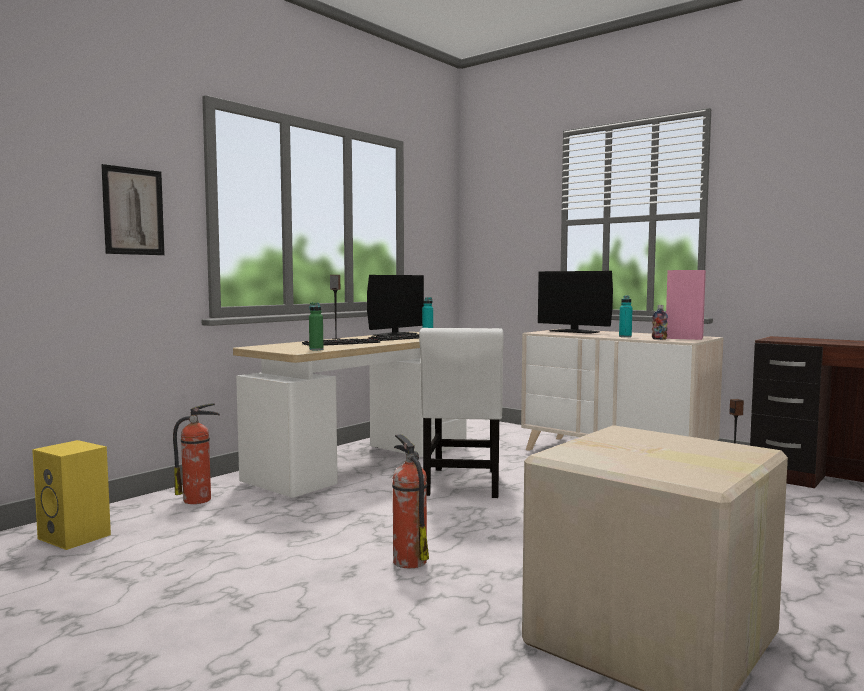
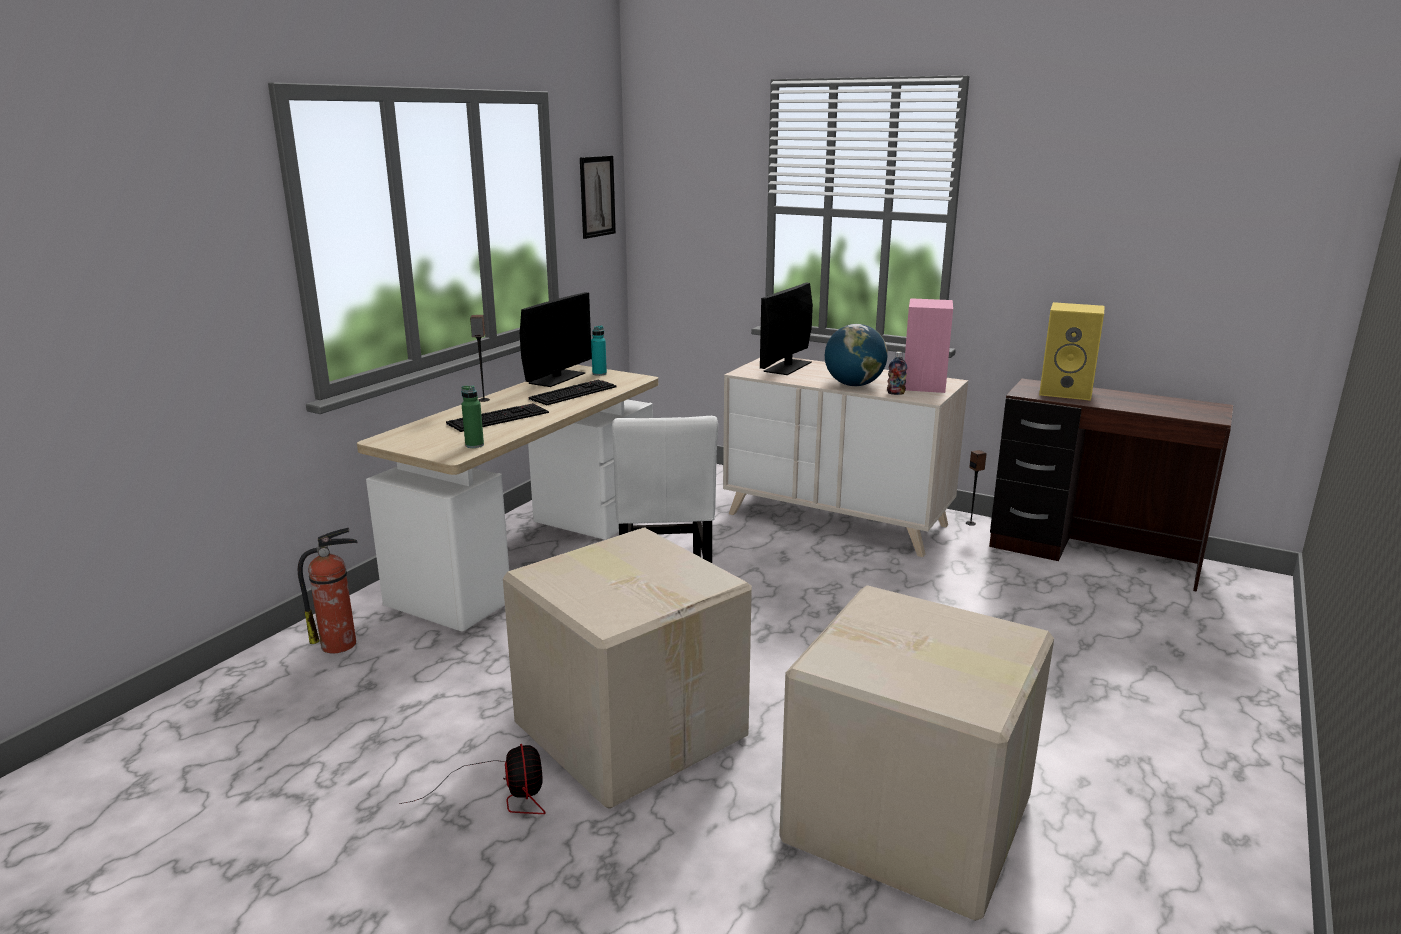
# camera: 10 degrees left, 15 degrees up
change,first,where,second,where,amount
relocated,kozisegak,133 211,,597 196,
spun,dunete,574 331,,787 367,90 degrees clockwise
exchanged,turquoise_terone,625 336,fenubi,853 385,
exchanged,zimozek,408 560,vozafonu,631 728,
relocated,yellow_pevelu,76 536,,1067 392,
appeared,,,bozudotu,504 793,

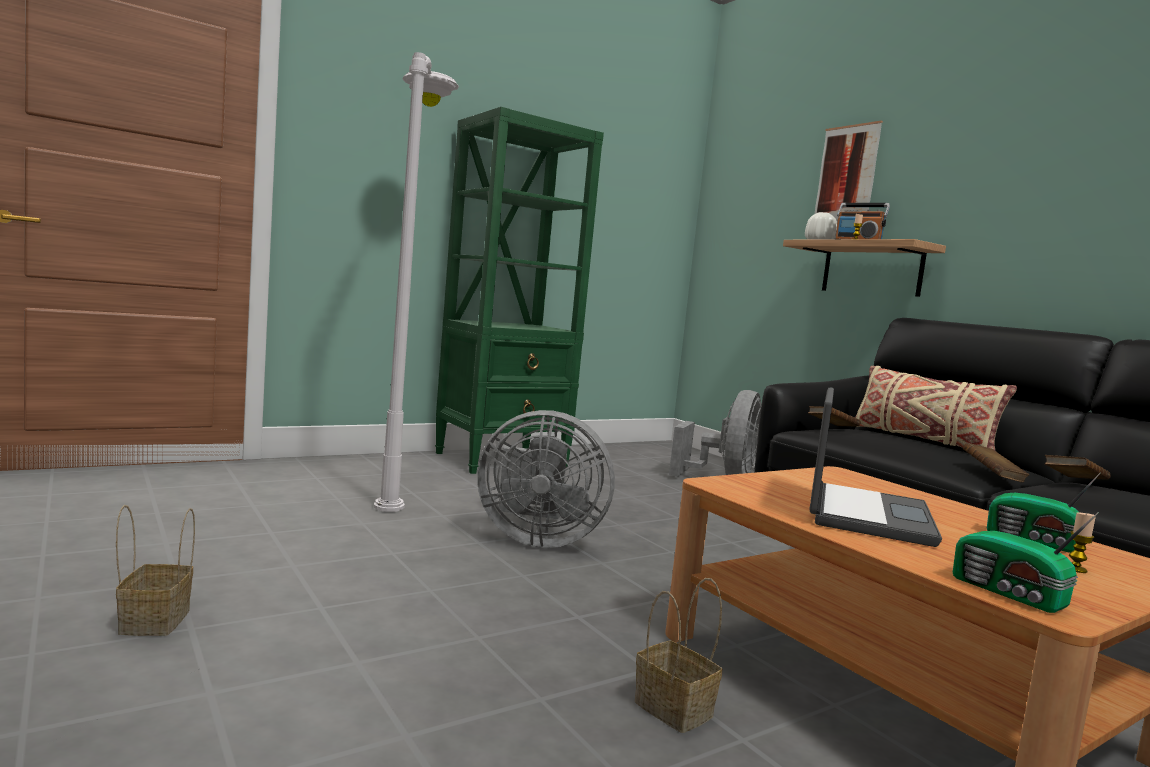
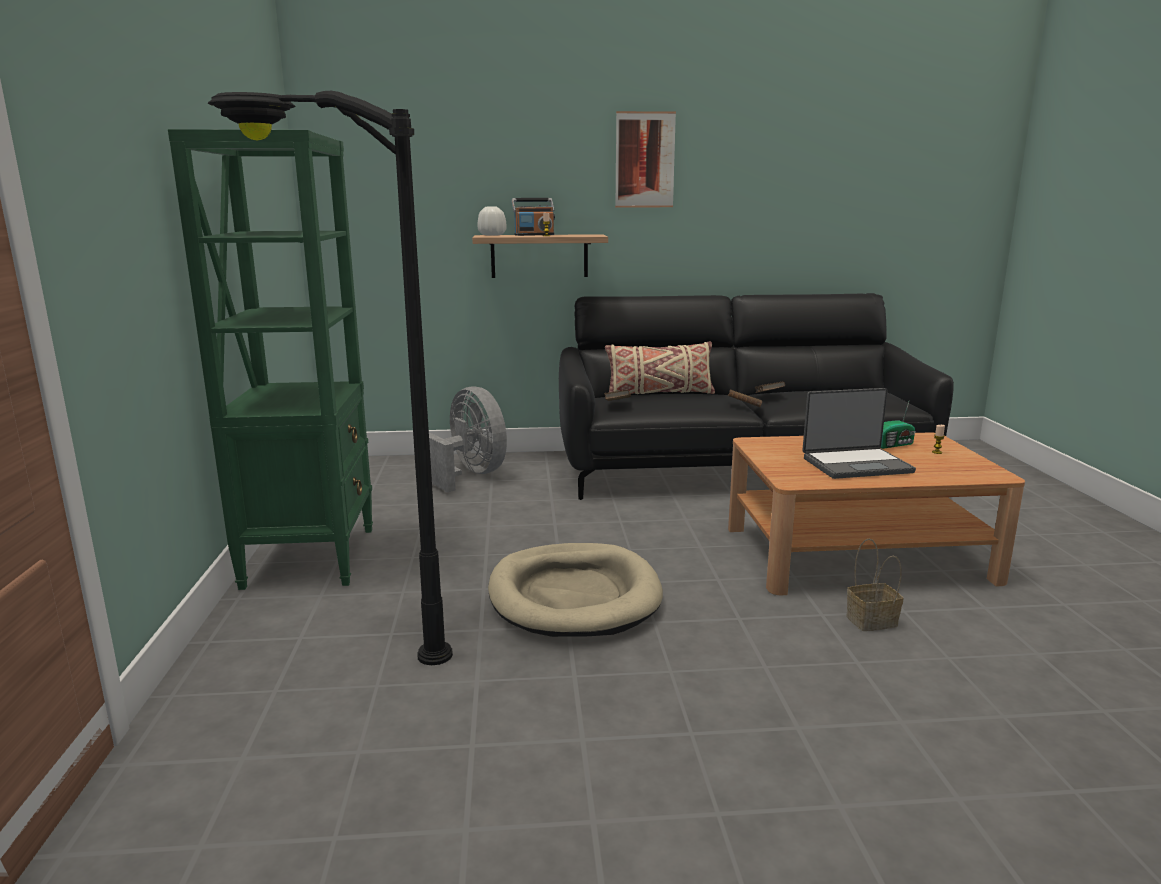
# camera: 60 degrees left, 10 degrees up
change,first,where,second,where,amount
colour,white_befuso,400 482,black_befuso,345 634,
relocated,kozisegak,846 175,,645 160,
spun,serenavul,865 515,,856 464,120 degrees clockwise
exchanged,grey_bozudotu,537 539,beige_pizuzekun,574 596,
missing,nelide,154 620,,,
missing,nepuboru,1010 594,,,

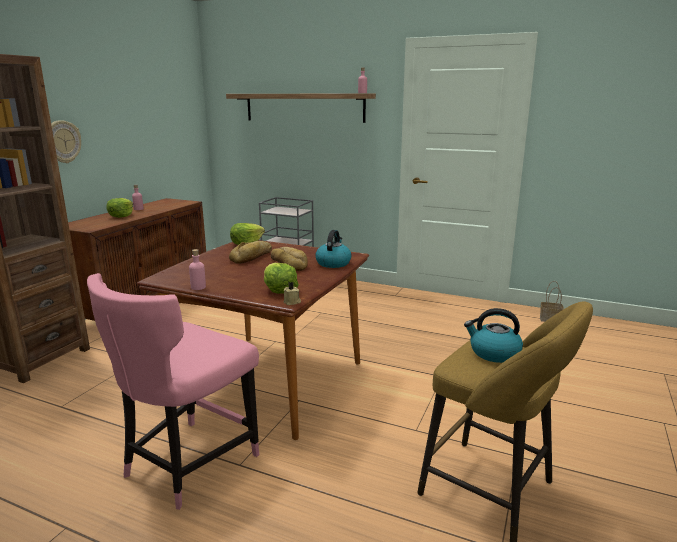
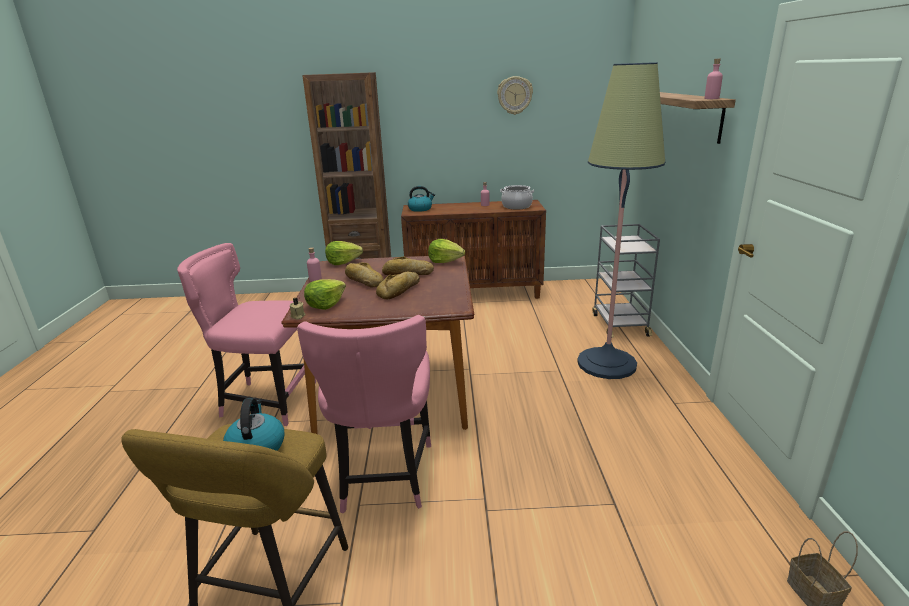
# camera: 65 degrees right, 5 degrees up
change,first,where,second,where,amount
relocated,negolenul,62 142,,514 95,
relocated,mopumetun,121 216,,343 262,
relocated,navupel,333 263,,420 209,
appeared,,,befuso,606 363,
appeared,,,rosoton,517 206,
appeared,,,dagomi,364 280,
appeared,,,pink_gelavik,383 478,

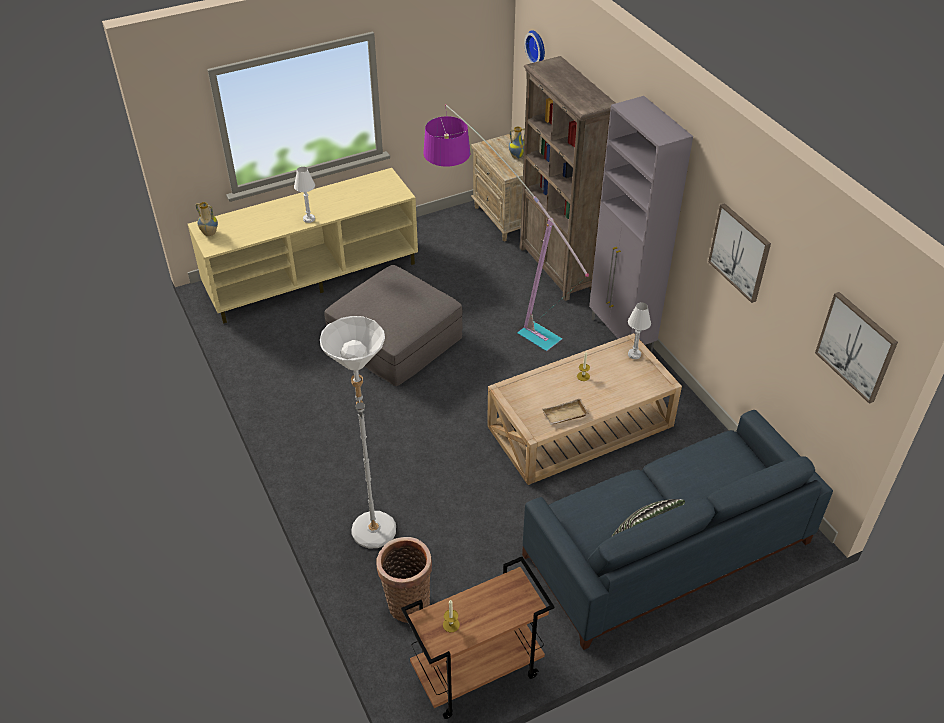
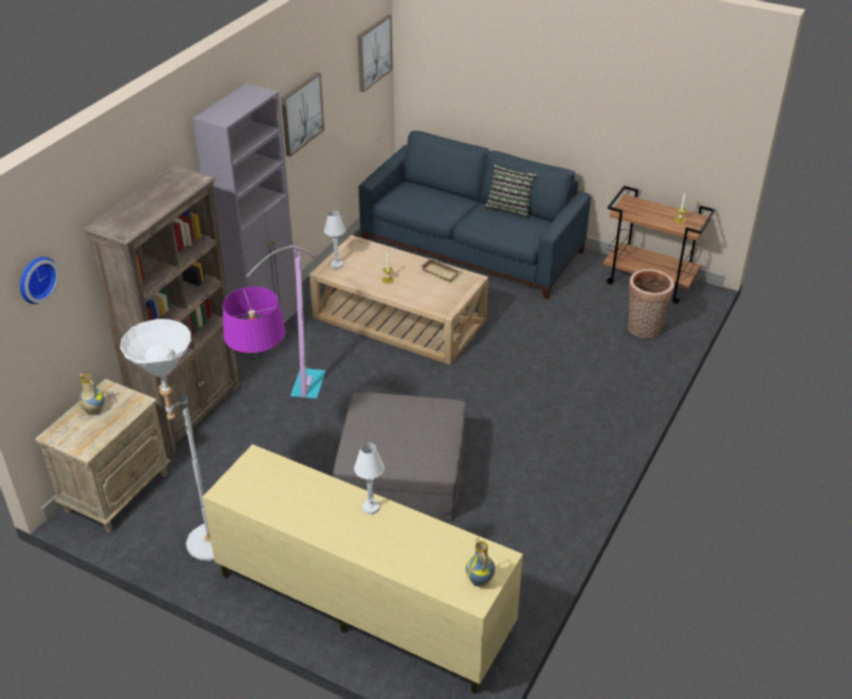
# camera: 125 degrees left, 5 degrees down
change,first,where,second,where,amount
relocated,white_befuso,373 522,,201 548,

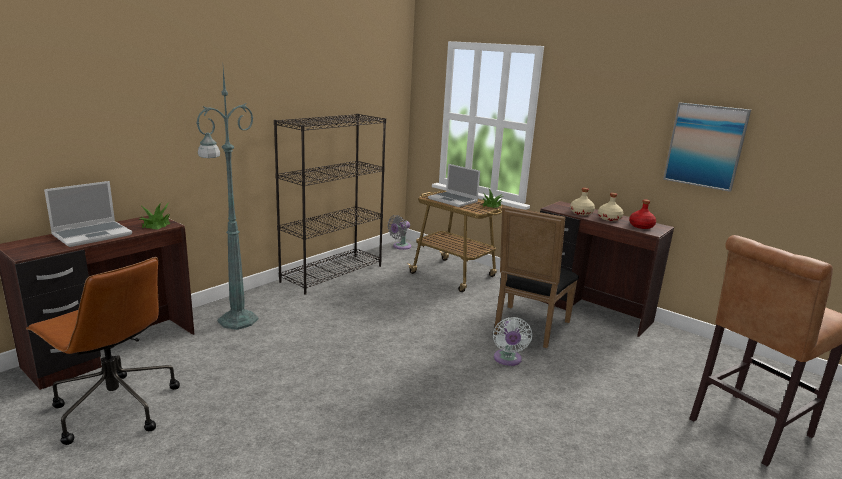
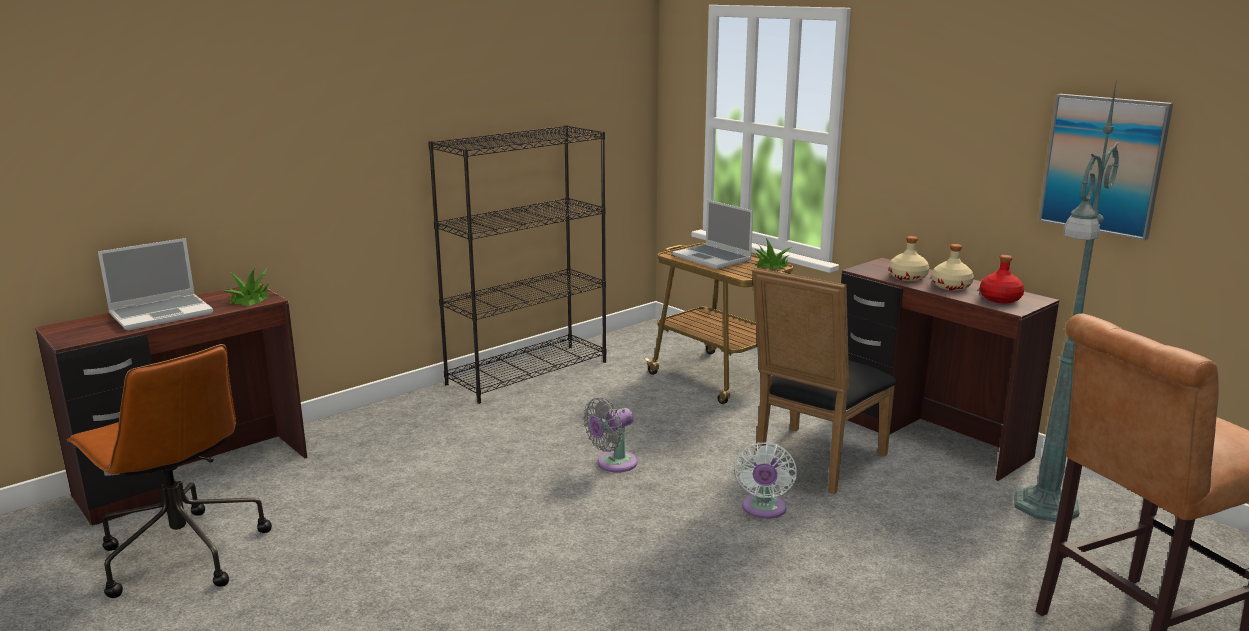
# camera: 10 degrees right, 0 degrees up
change,first,where,second,where,amount
relocated,green_befuso,236 321,,1044 507,
relocated,grey_bozudotu,400 246,,613 464,

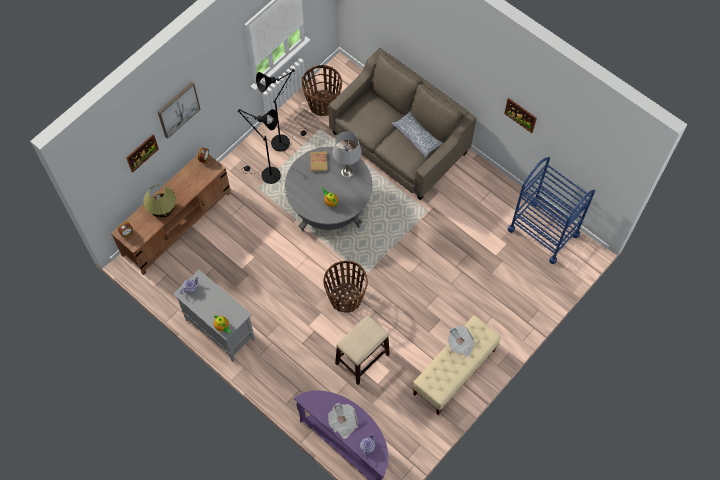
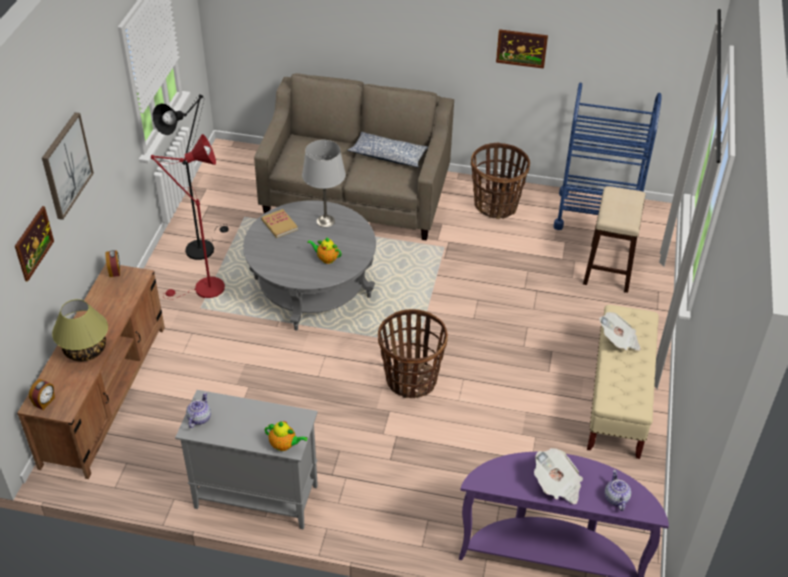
# camera: 30 degrees left, 20 degrees down
change,first,where,second,where,amount
relocated,nelide,323 104,,496 205,
colour,black_befuso,267 175,red_befuso,204 290,
relocated,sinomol,362 359,,609 268,

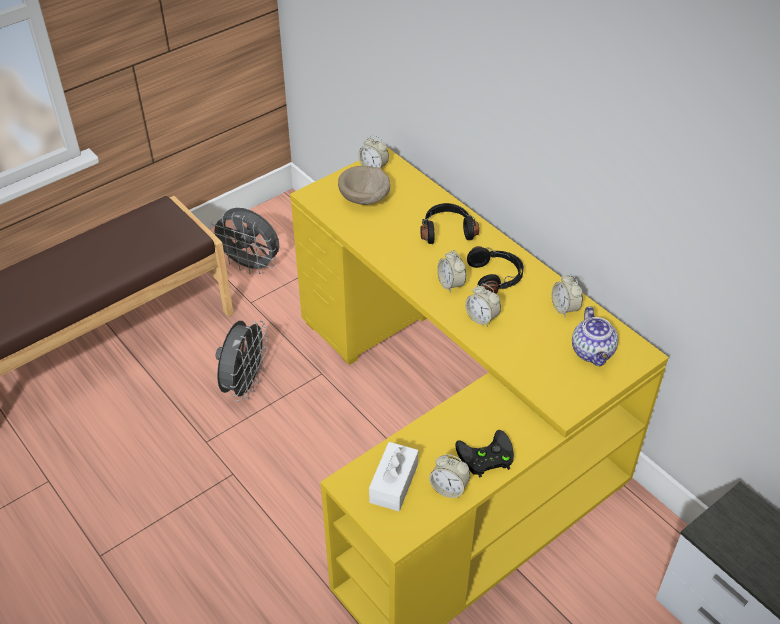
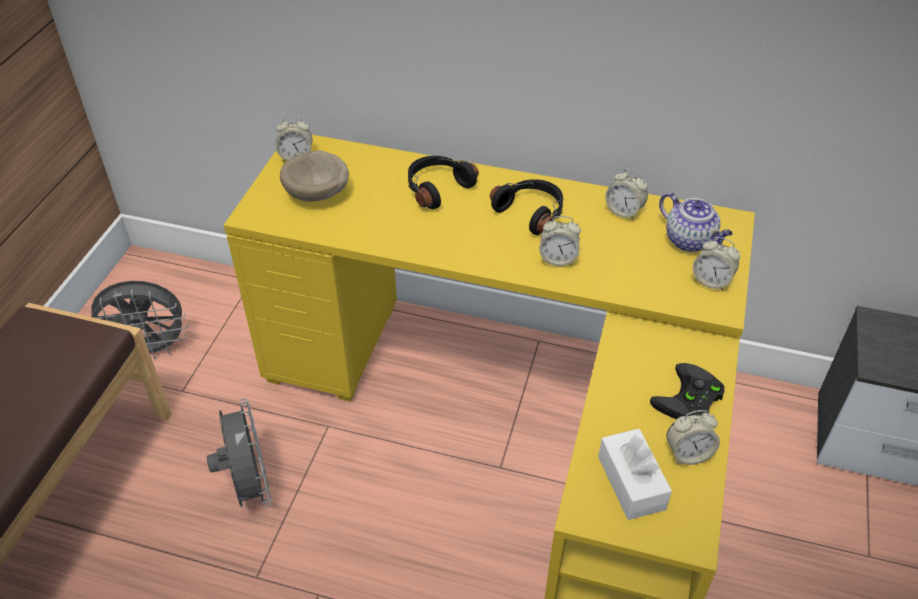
# camera: 35 degrees left, 0 degrees up
change,first,where,second,where,amount
relocated,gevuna,451 284,,711 281,

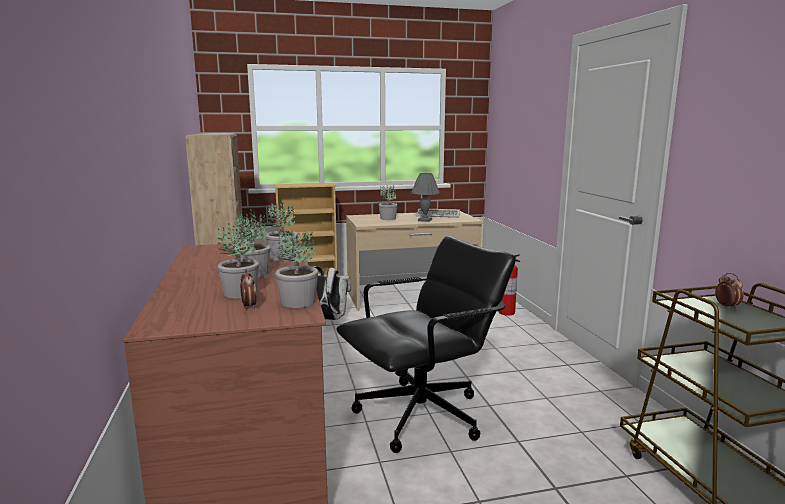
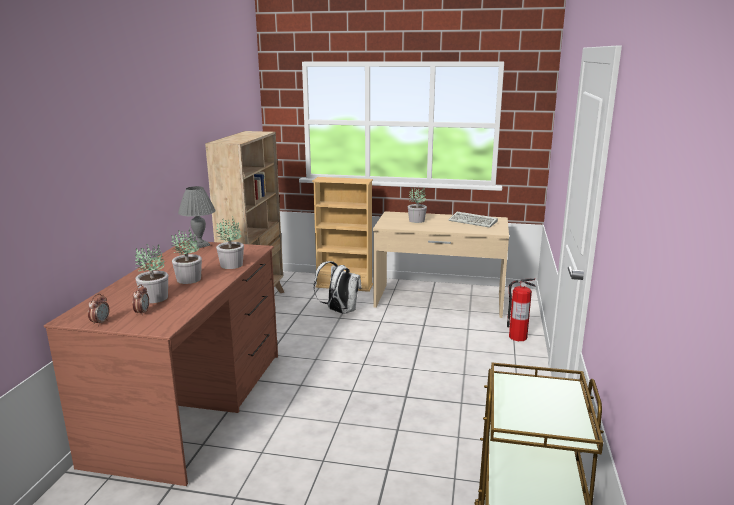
# camera: 25 degrees right, 5 degrees up
change,first,where,second,where,amount
relocated,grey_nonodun,425 220,,200 245,
missing,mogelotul,298 302,,,
missing,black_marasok,422 416,,,
relocated,gevuna,726 306,,100 323,

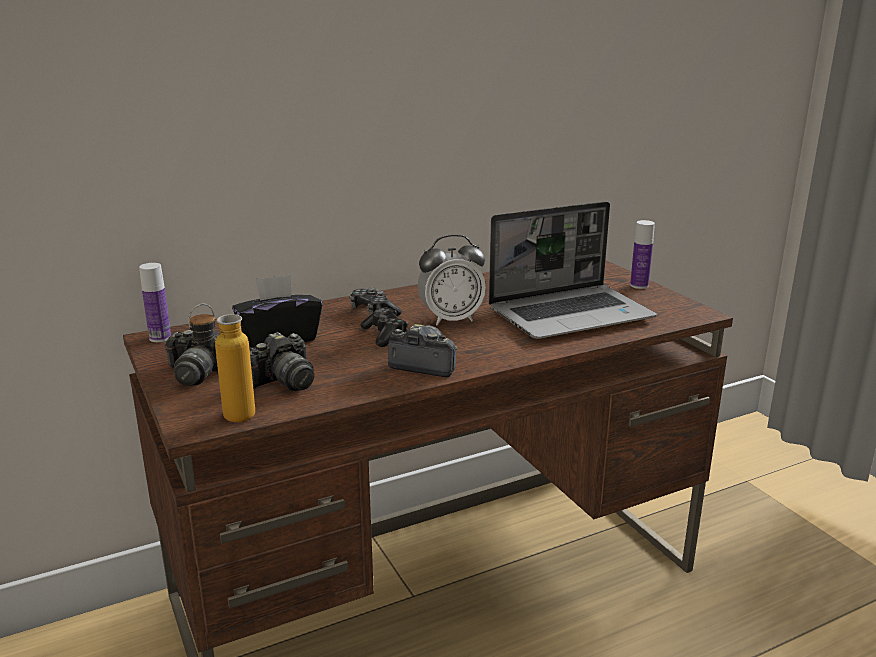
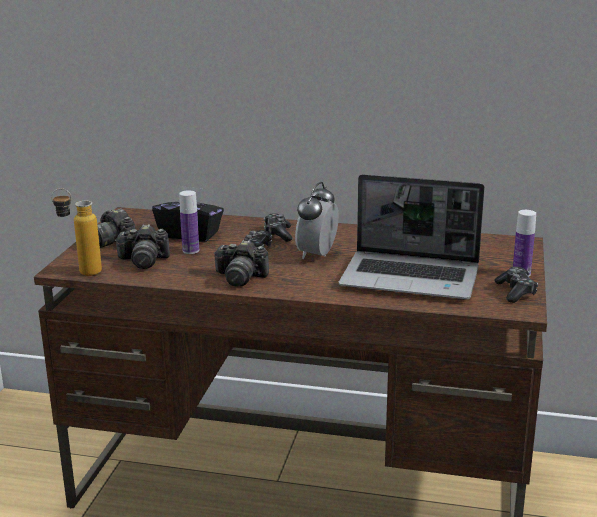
# camera: 40 degrees right, 0 degrees up
change,first,where,second,where,amount
spun,gevuna,451 319,,317 255,90 degrees clockwise
relocated,terone,160 338,,190 250,
spun,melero,424 364,,240 278,135 degrees clockwise
appeared,,,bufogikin,516 292,

